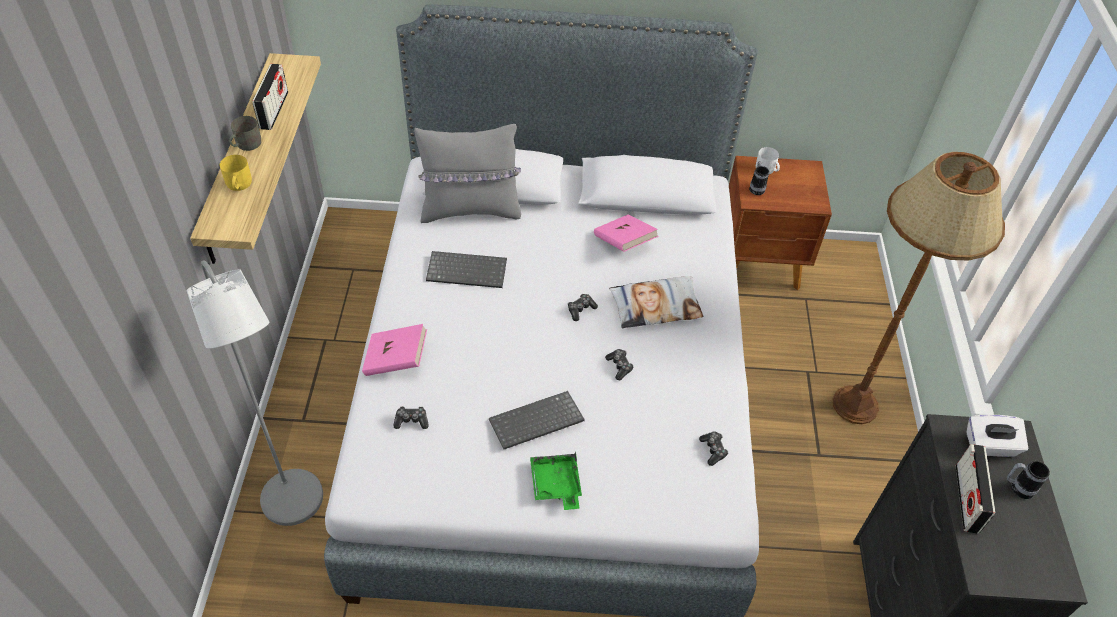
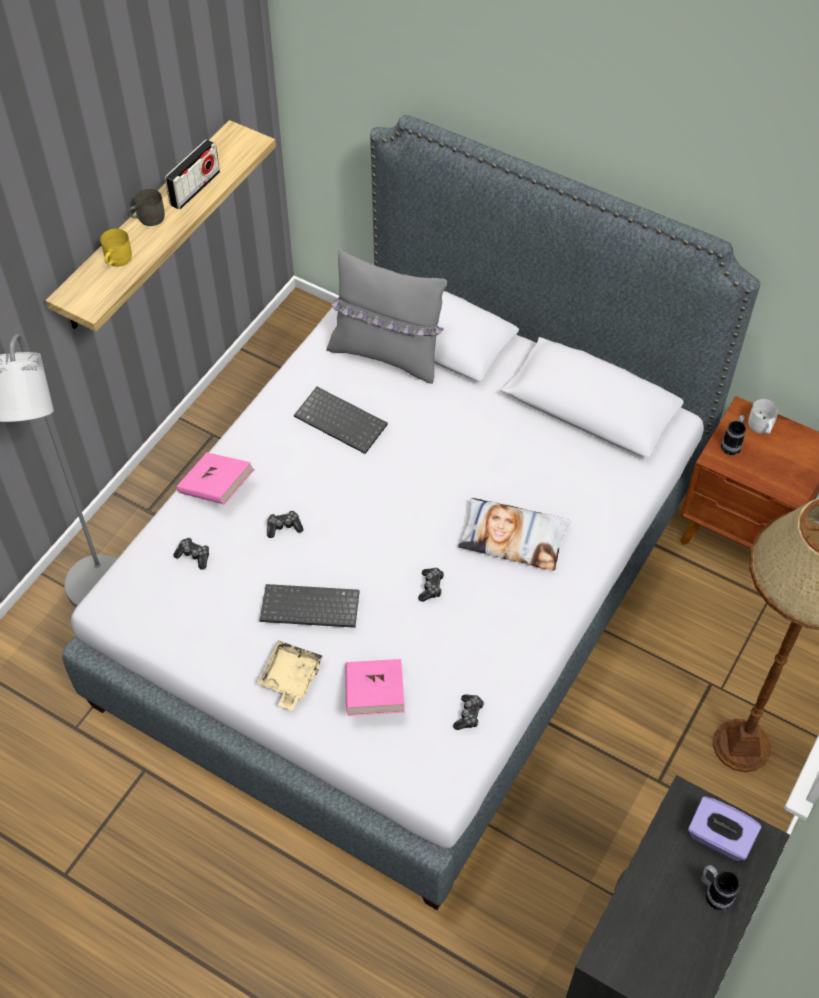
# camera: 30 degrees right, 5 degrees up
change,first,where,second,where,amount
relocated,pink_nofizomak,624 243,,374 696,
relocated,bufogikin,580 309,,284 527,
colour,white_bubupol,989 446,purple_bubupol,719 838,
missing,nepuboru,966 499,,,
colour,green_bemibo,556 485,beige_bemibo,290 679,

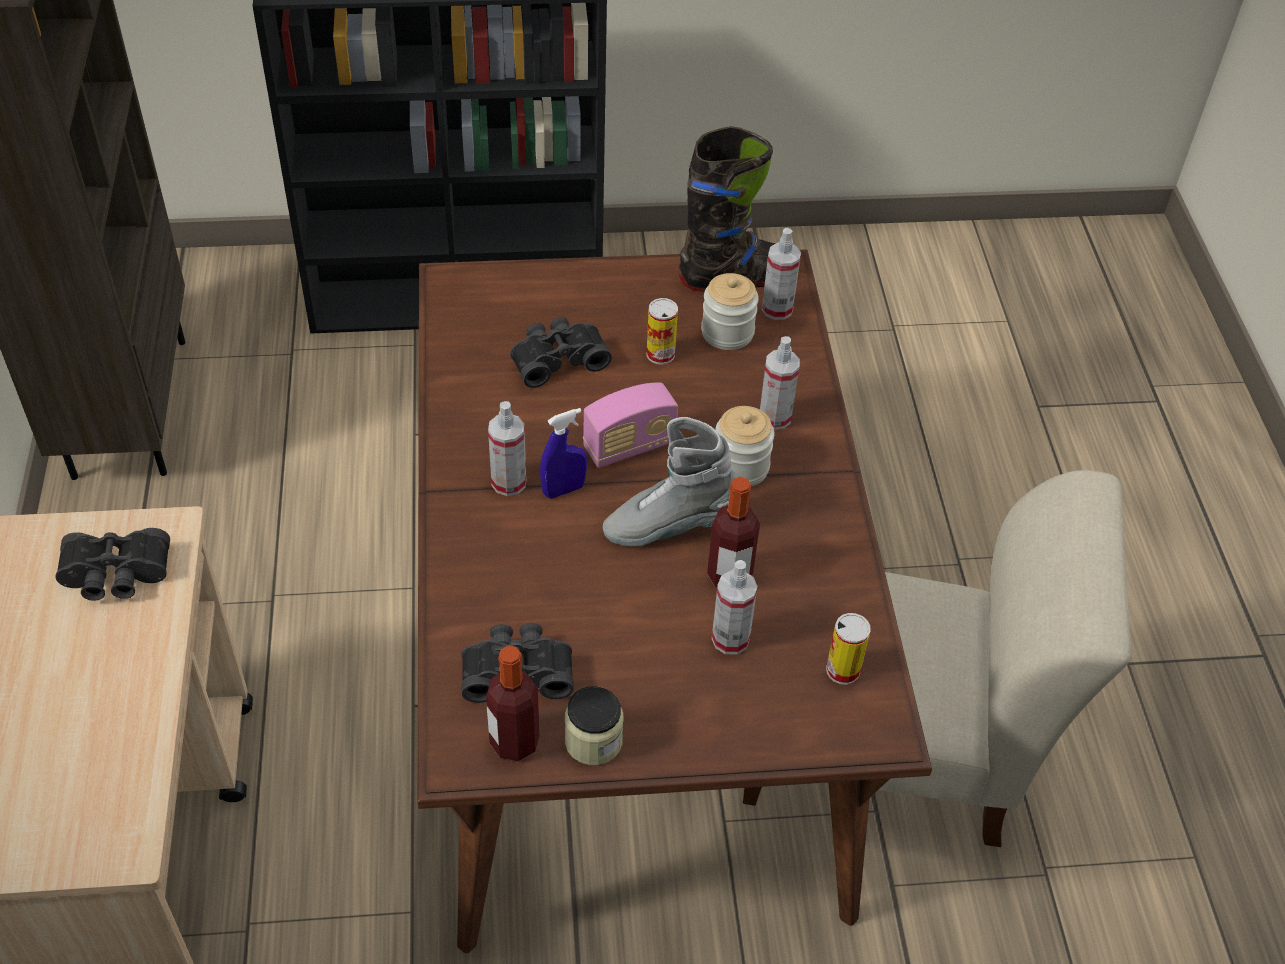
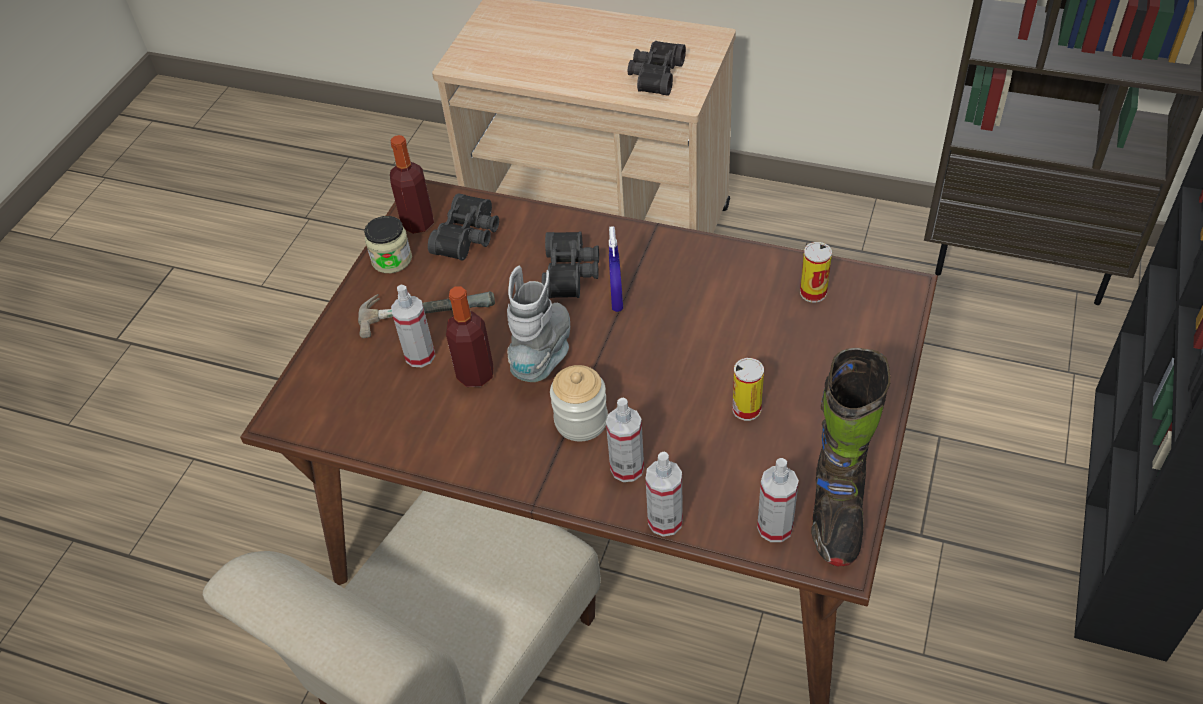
# camera: 120 degrees right, 0 degrees up
change,first,where,second,where,amount
missing,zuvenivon,727 332,,,
relocated,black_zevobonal,557 359,,572 273,
missing,nepuboru,629 446,,,
relocated,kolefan,509 482,,665 521,
relocated,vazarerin,843 670,,813 292,
appeared,,,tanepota,425 307,

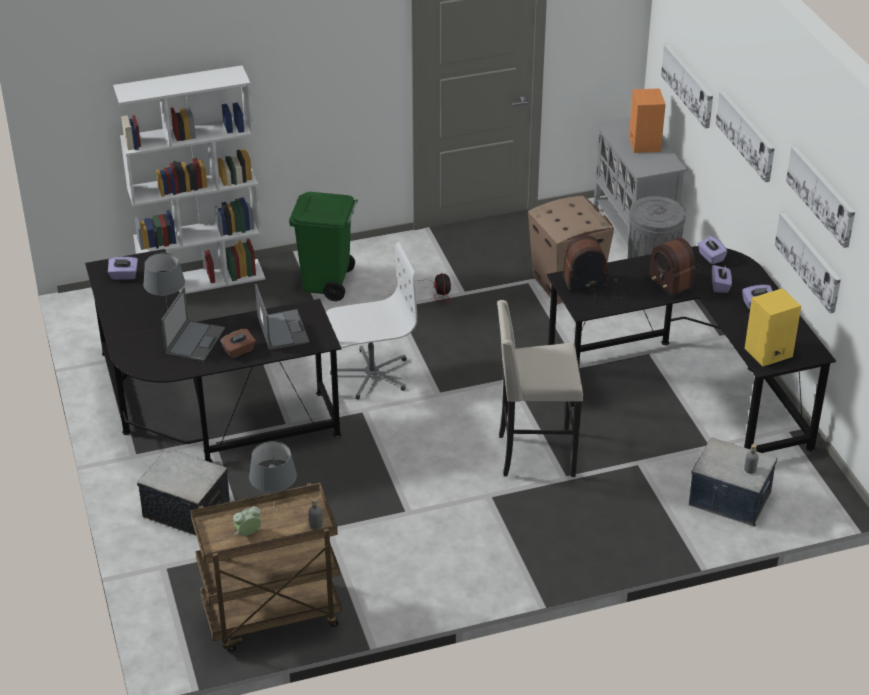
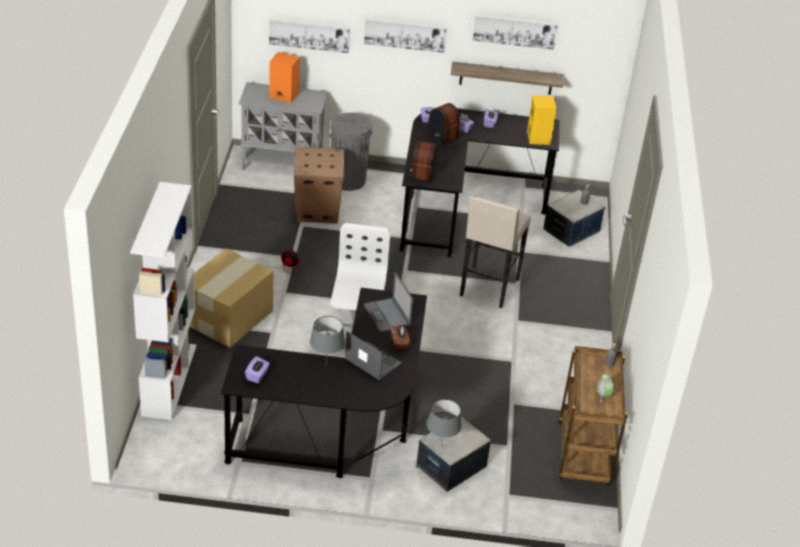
# camera: 70 degrees left, 0 degrees up
change,first,where,second,where,amount
exchanged,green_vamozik,327 284,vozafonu,229 316,
exchanged,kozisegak,809 261,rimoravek,506 78,
spun,nepuboru,673 277,,440 140,120 degrees counterclockwise
spun,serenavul,282 329,,387 315,120 degrees counterclockwise
relocated,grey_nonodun,275 506,,440 447,

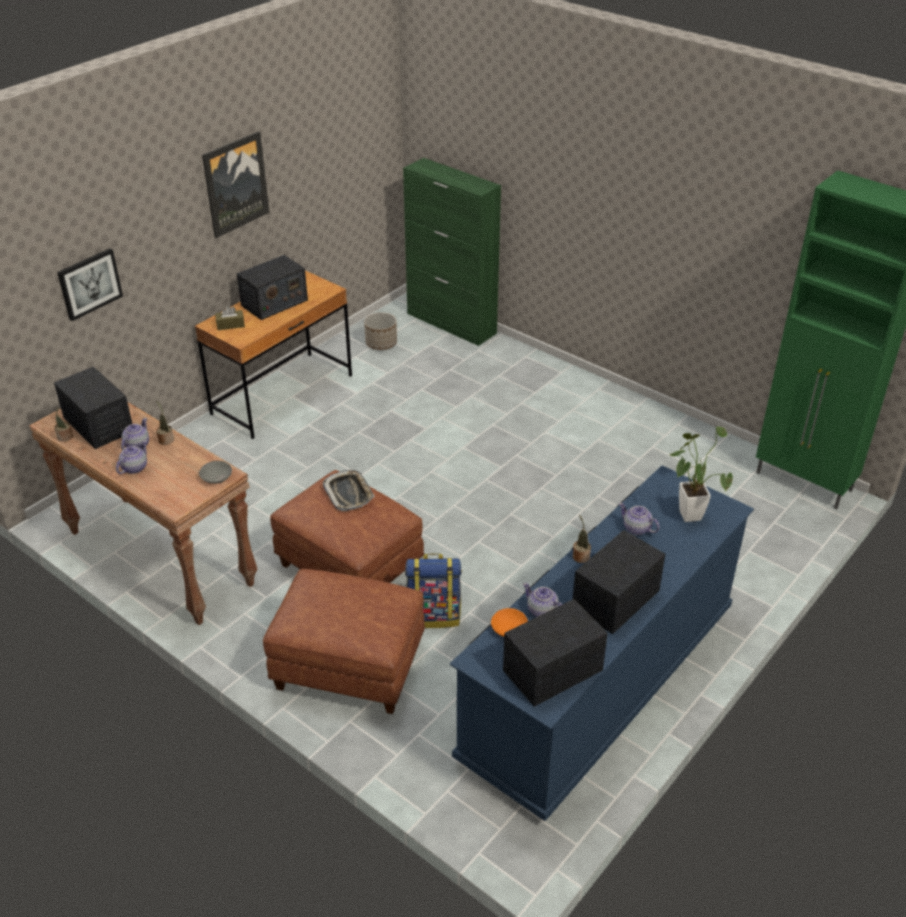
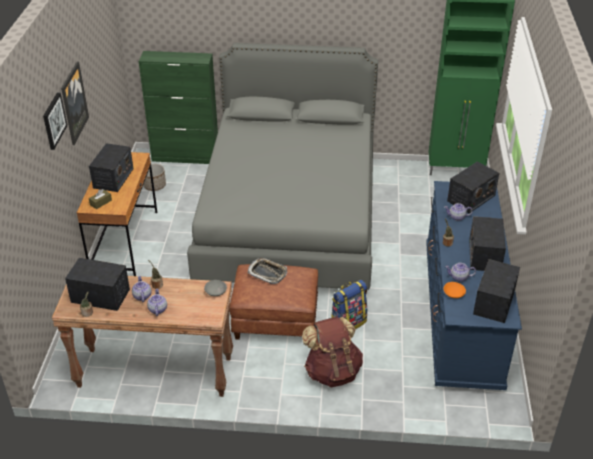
# camera: 35 degrees left, 0 degrees up
change,first,where,second,where,amount
relocated,kozisegak,89 283,,53 120,
exchanged,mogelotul,688 512,nepuboru,471 198,
exchanged,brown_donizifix,350 665,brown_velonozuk,332 371,
appeared,,,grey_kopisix,289 218,

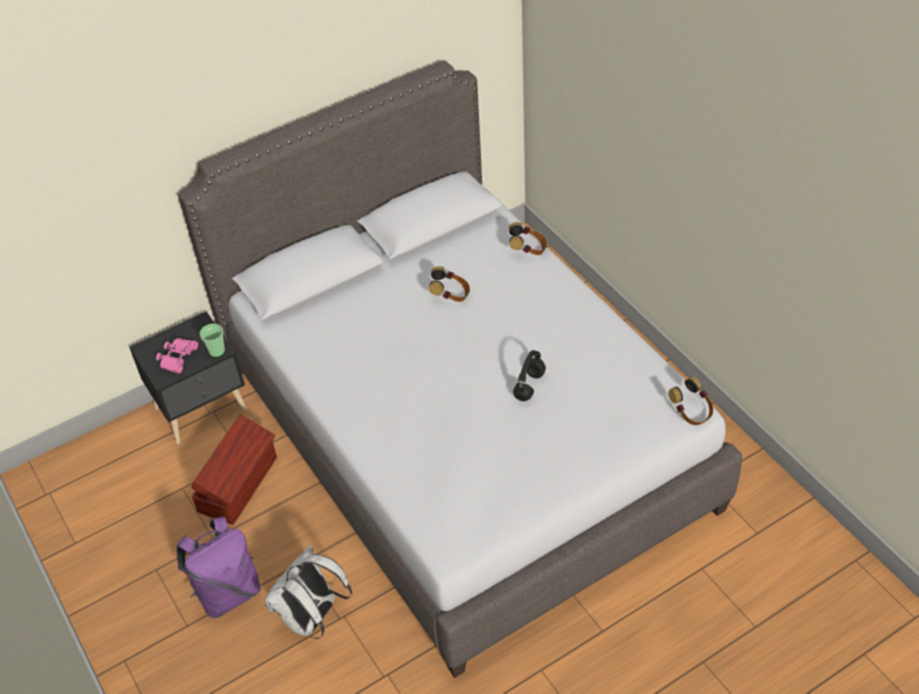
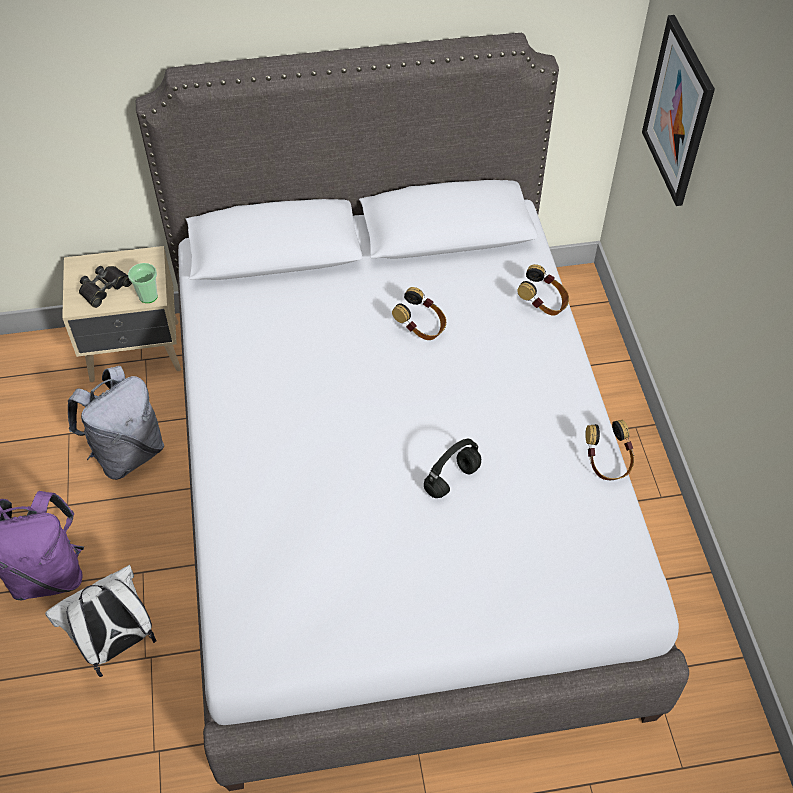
# camera: 20 degrees right, 5 degrees up
change,first,where,second,where,amount
colour,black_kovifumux,203 409,beige_kovifumux,136 353,
colour,pink_zevobonal,177 357,black_zevobonal,104 288,
relocated,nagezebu,691 413,,607 463,
exchanged,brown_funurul,239 484,grey_velonozuk,127 453,
appeared,,,kozisegak,678 112,

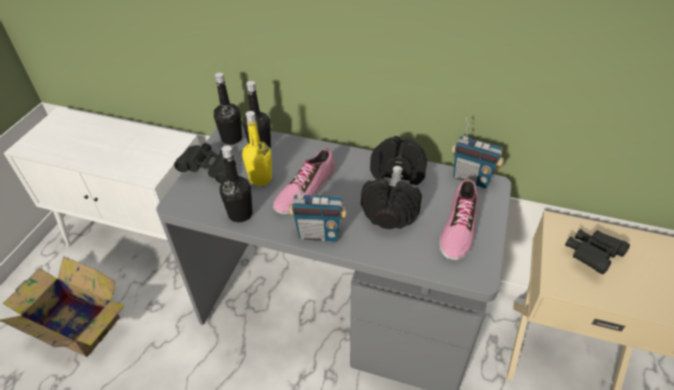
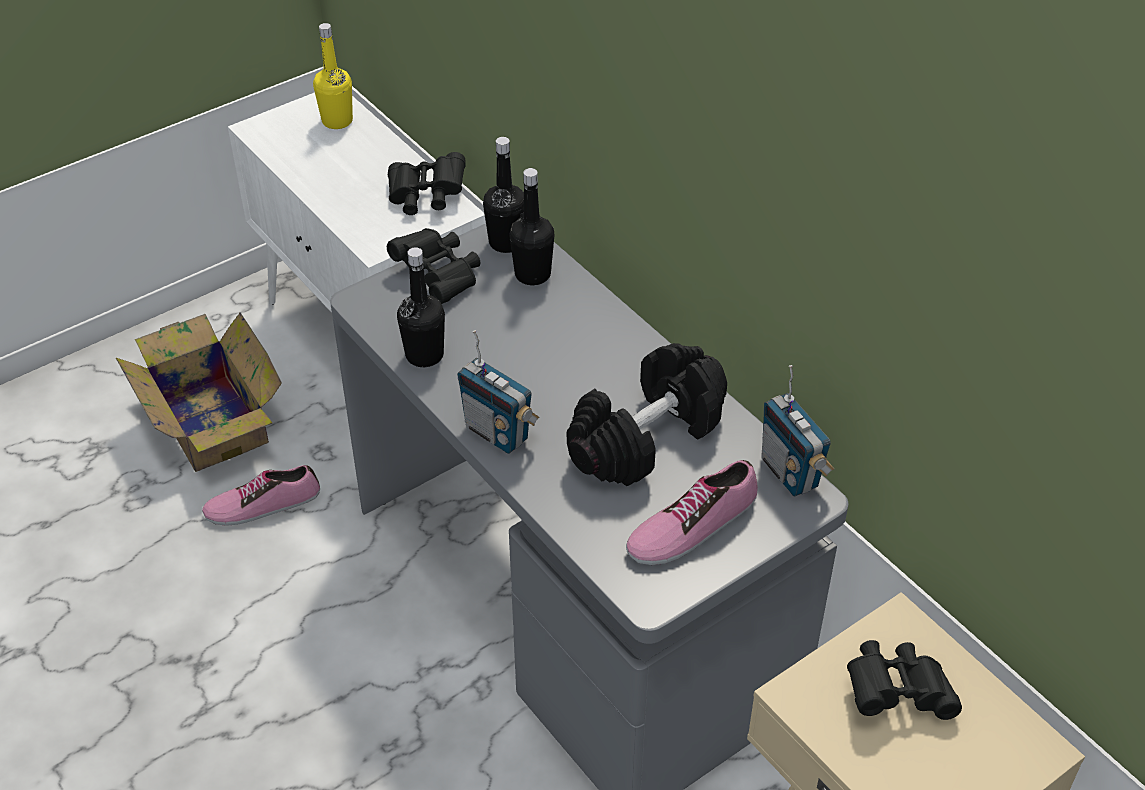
# camera: 35 degrees right, 0 degrees up
change,first,where,second,where,amount
relocated,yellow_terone,260 178,,337 121,
relocated,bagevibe,305 189,,262 504,
appeared,,,black_zevobonal,426 197,

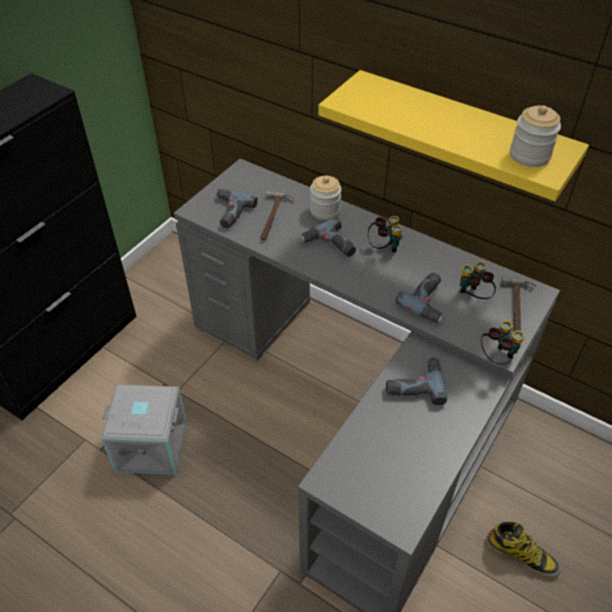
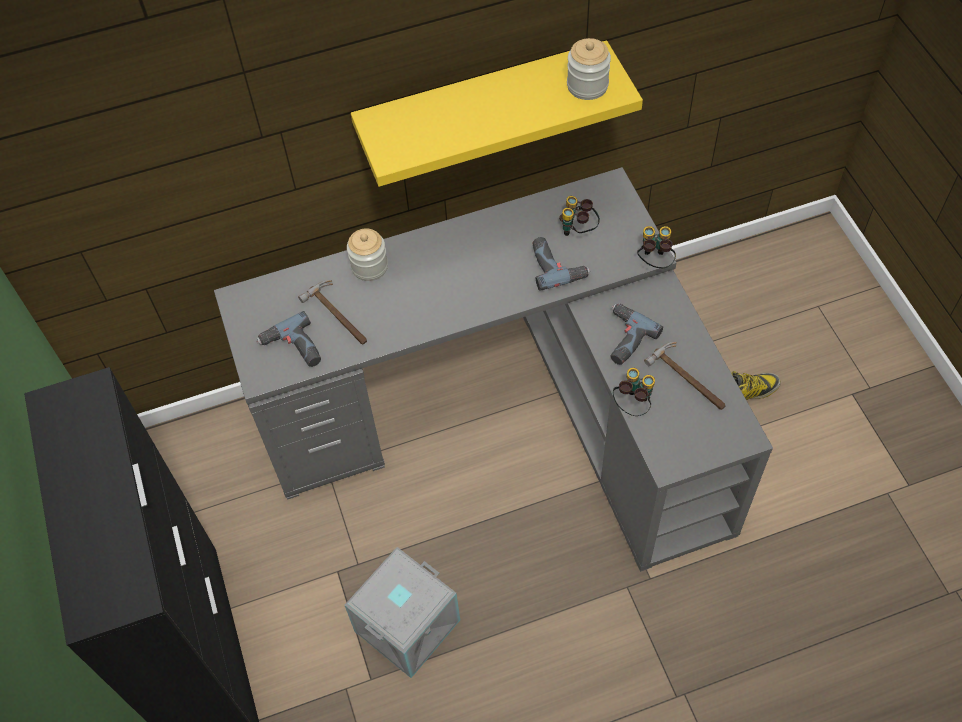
# camera: 50 degrees left, 10 degrees up
change,first,where,second,where,amount
relocated,zevobonal,383 247,,632 404,
missing,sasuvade,329 246,,,
relocated,tanepota,517 310,,689 379,

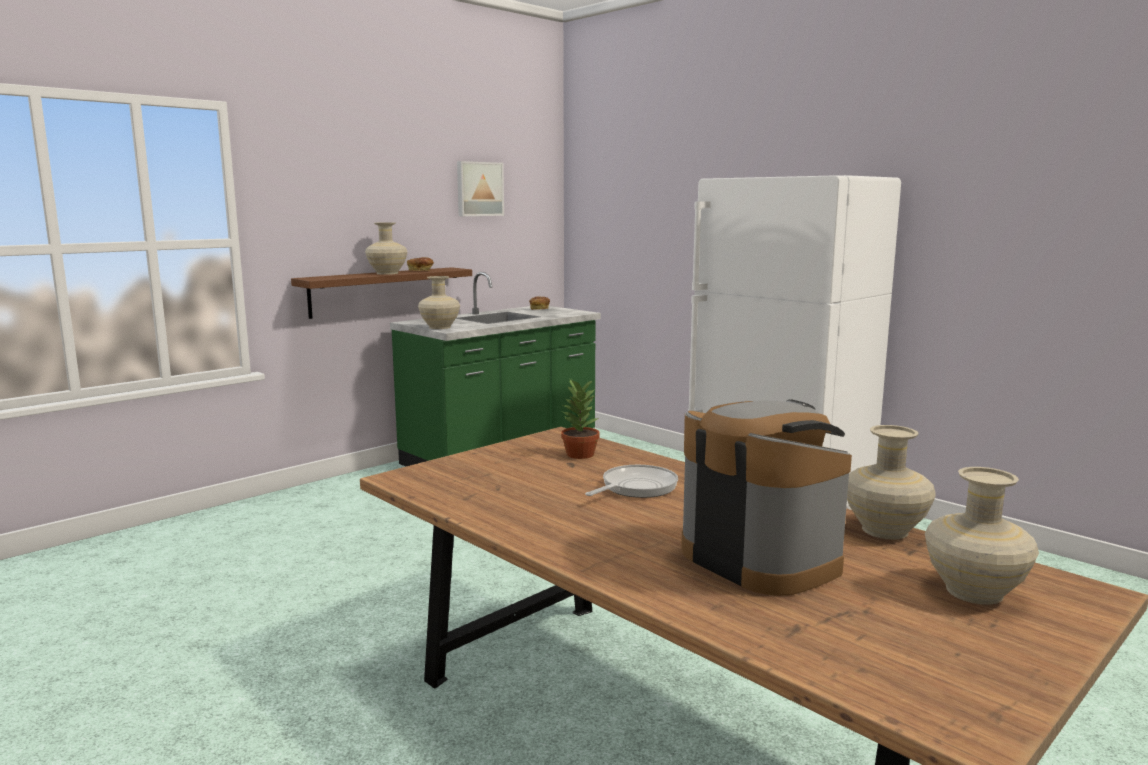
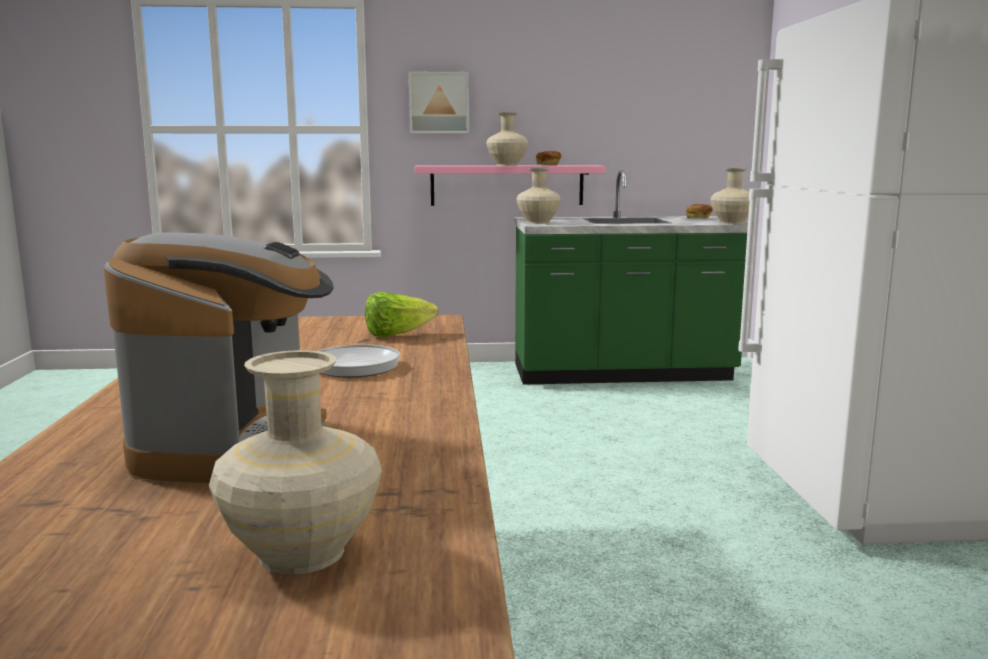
# camera: 40 degrees right, 0 degrees up
change,first,where,second,where,amount
relocated,kozisegak,479 189,,439 103,
colour,brown_rimoravek,378 291,pink_rimoravek,507 185,
exchanged,mogelotul,579 454,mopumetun,397 335,
relocated,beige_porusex,886 530,,732 223,

